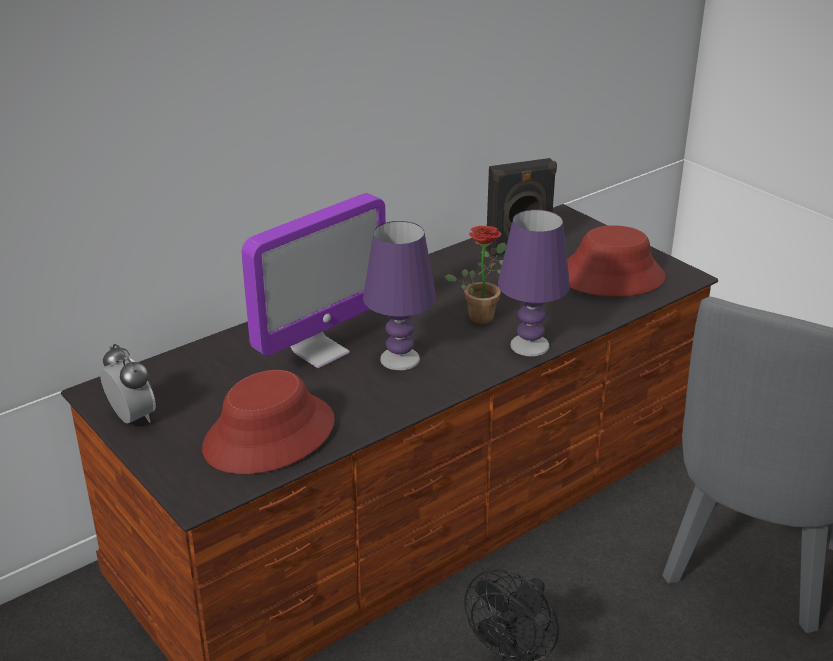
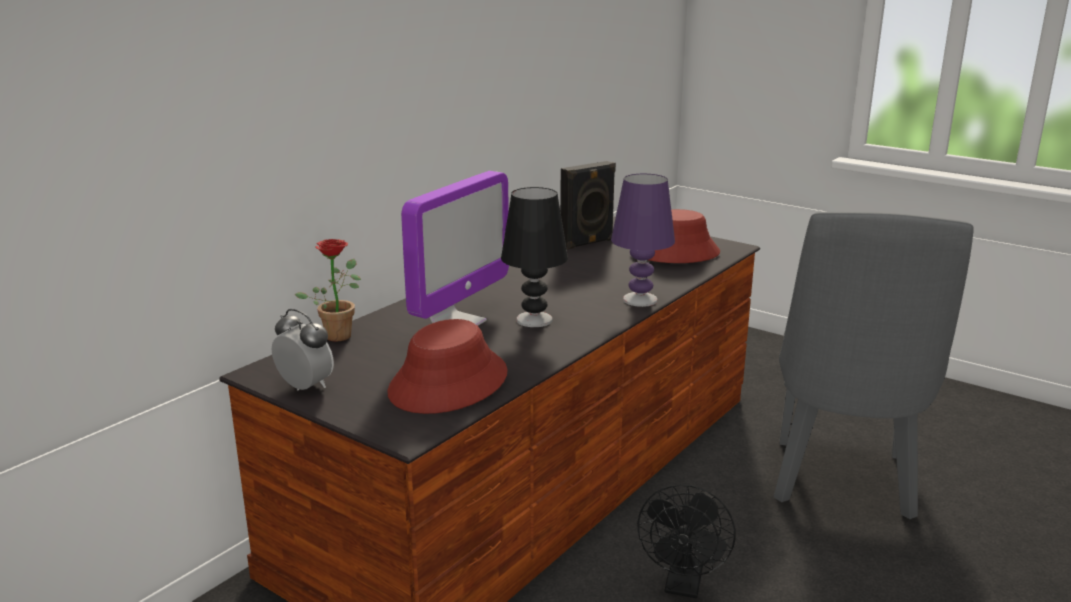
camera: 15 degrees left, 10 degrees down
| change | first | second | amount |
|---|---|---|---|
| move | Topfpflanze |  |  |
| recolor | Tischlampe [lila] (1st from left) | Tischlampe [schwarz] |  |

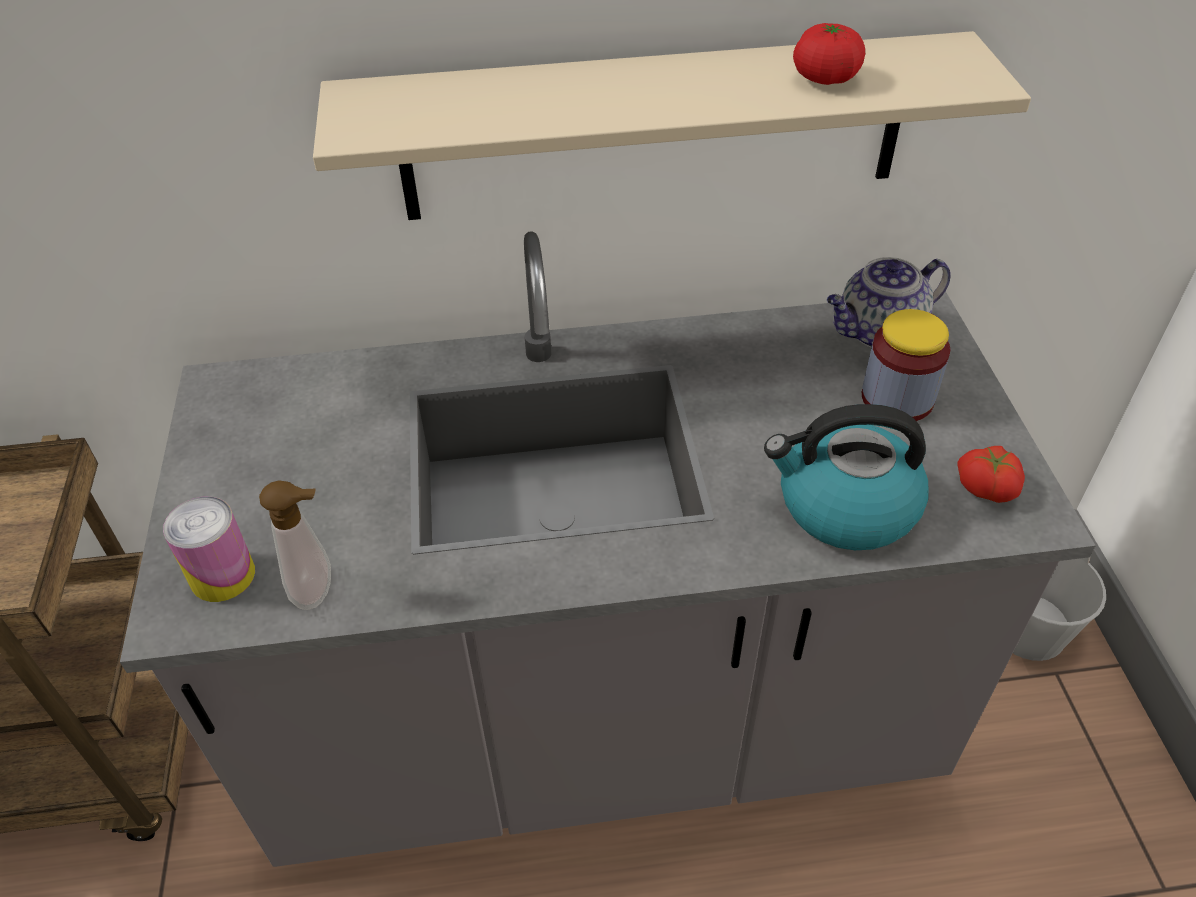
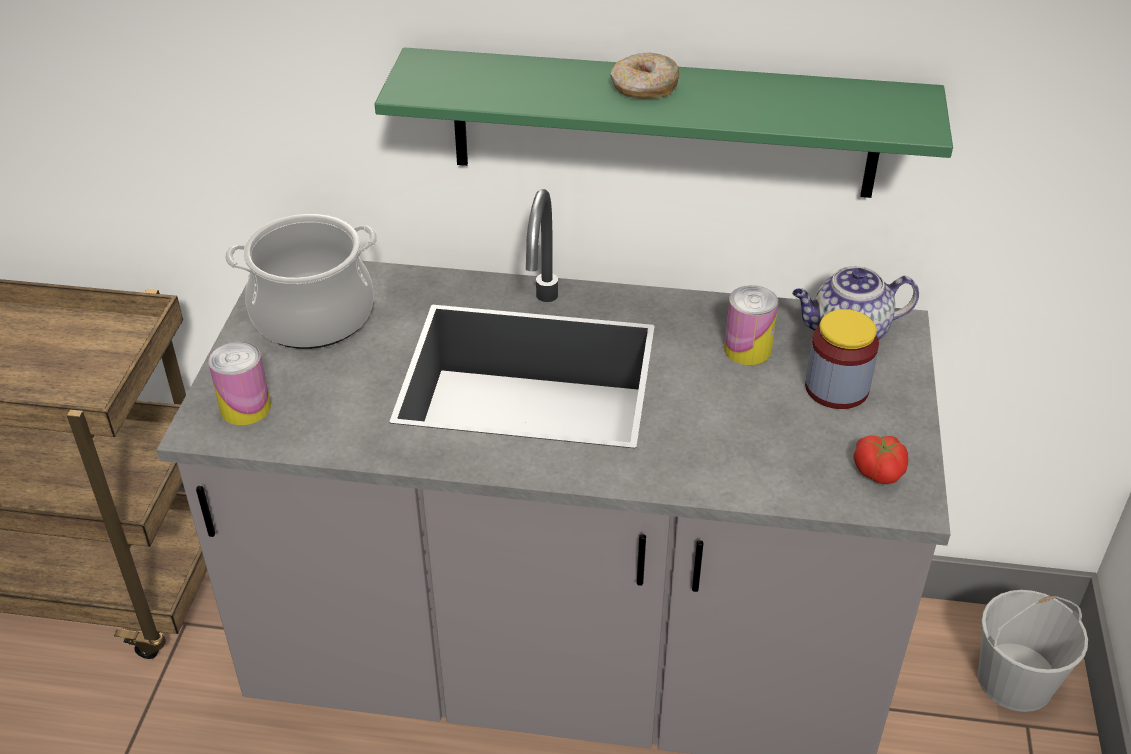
camera: 15 degrees right, 5 degrees down
| change | first | second | amount |
|---|---|---|---|
| insert |  | Kochtopf |  |
| recolor | Wandregal [beige] | Wandregal [grün] |  |
| insert |  | Donut |  |
| insert |  | Dose (2nd from left) |  |
| delete | Seifenspender |  |  |
| delete | Wasserkessel |  |  |
| delete | Tomate (1st from left) |  |  |

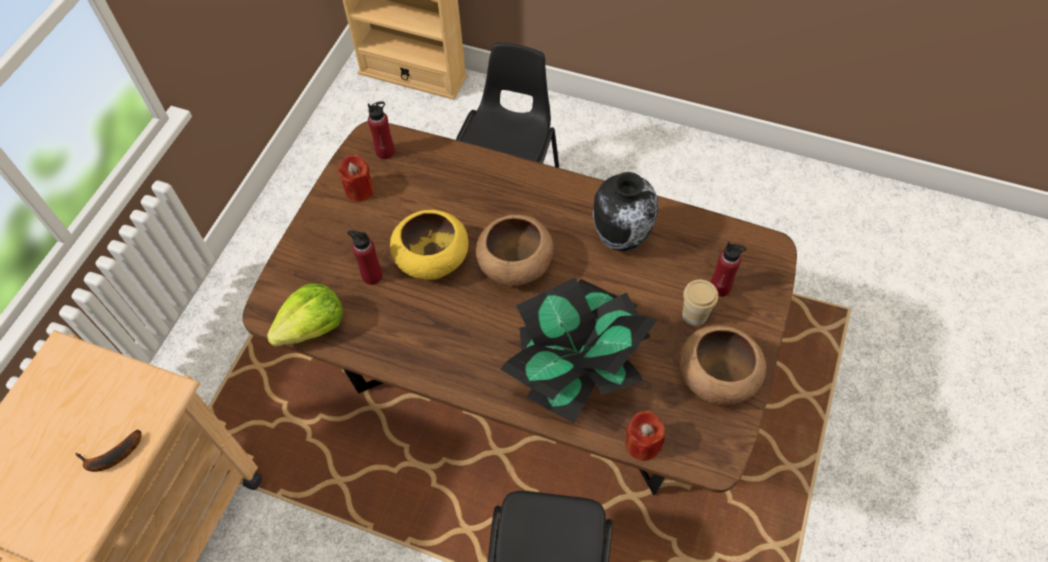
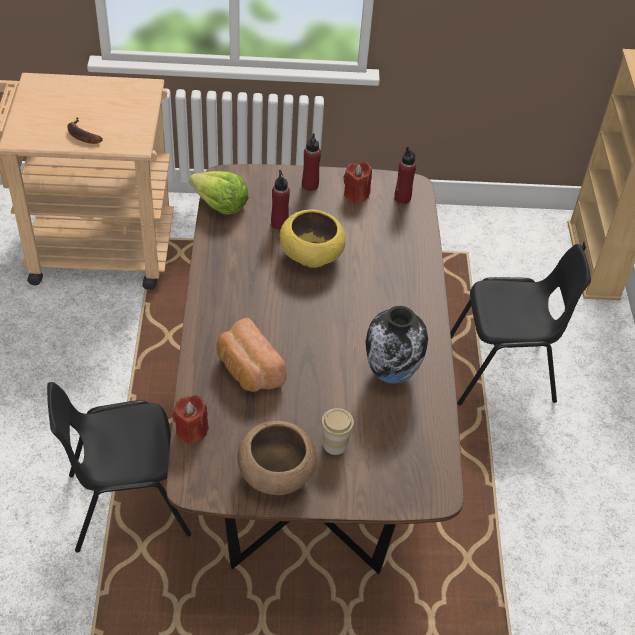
camera: 65 degrees right, 10 degrees down
| change | first | second | amount |
|---|---|---|---|
| replace | Topfpflanze | Brot |  |
| move | Flasche [rot] (3rd from left in the first image) | Flasche [rot] (2nd from left) |  |
| delete | Schüssel [braun] (1st from left) |  |  |

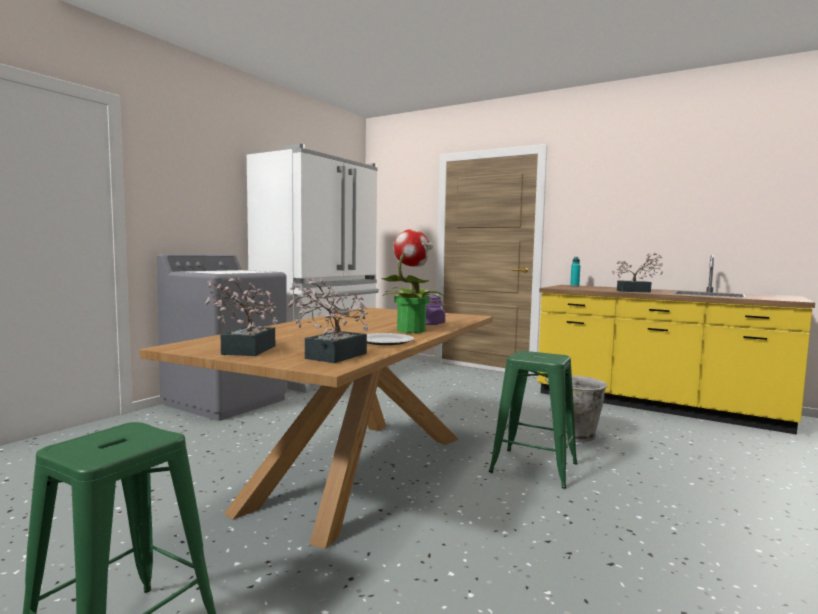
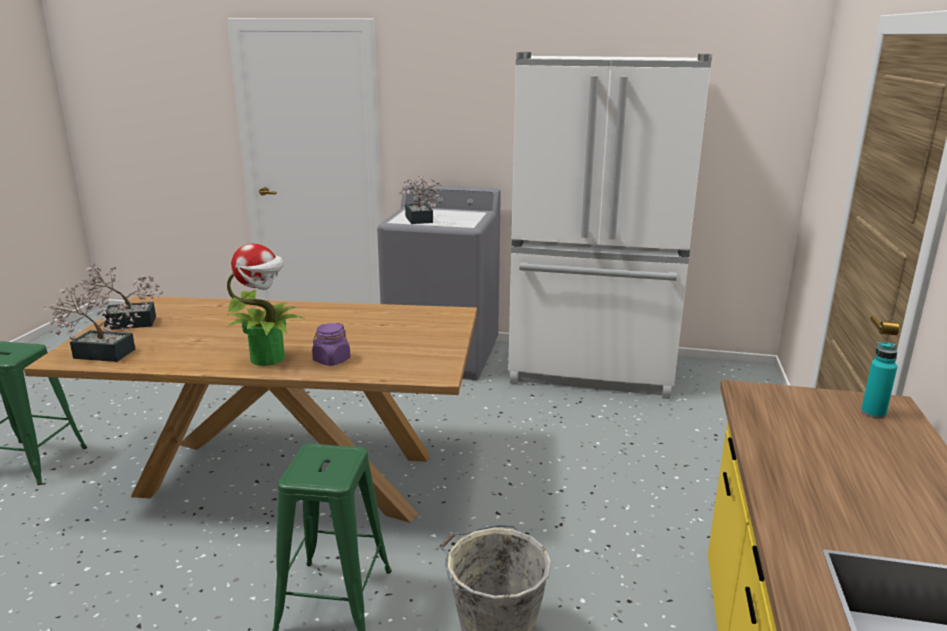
camera: 70 degrees right, 15 degrees up
| change | first | second | amount |
|---|---|---|---|
| move | Topfpflanze (4th from left) |  |  |
| delete | Teller |  |  |

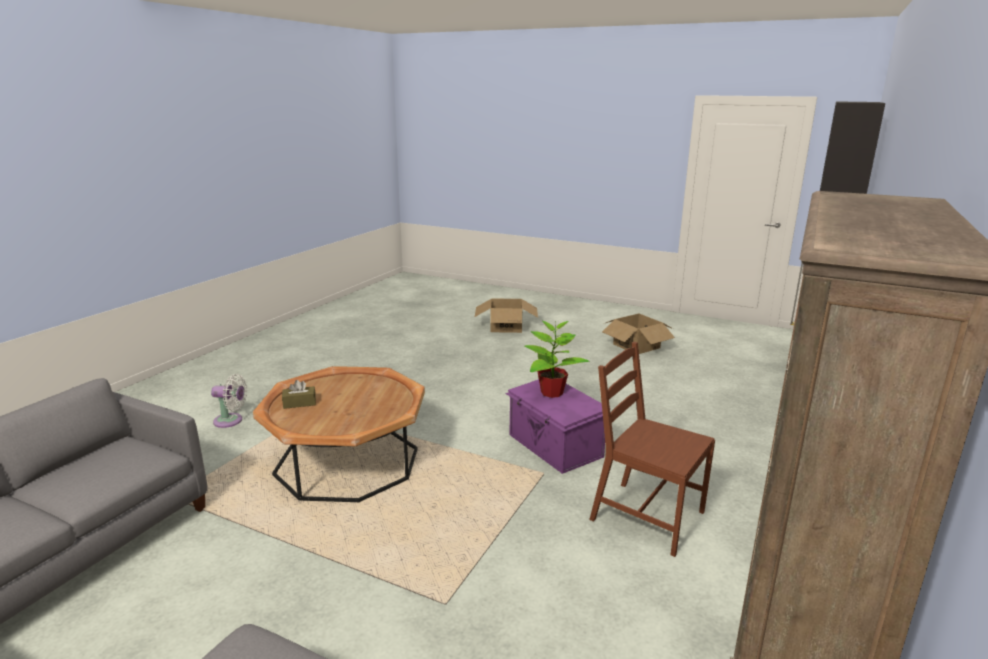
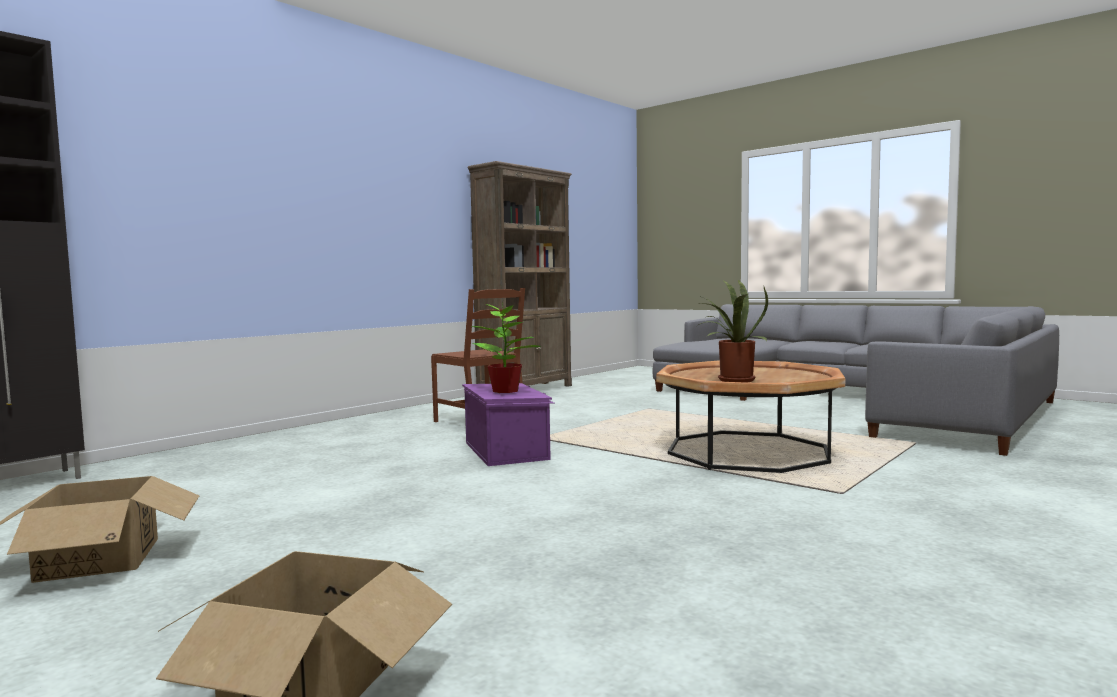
camera: 165 degrees left, 15 degrees down
| change | first | second | amount |
|---|---|---|---|
| insert |  | Topfpflanze (2nd from left) |  |
| delete | Ventilator [weiß] |  |  |
| delete | Taschentuchbox [braun] |  |  |

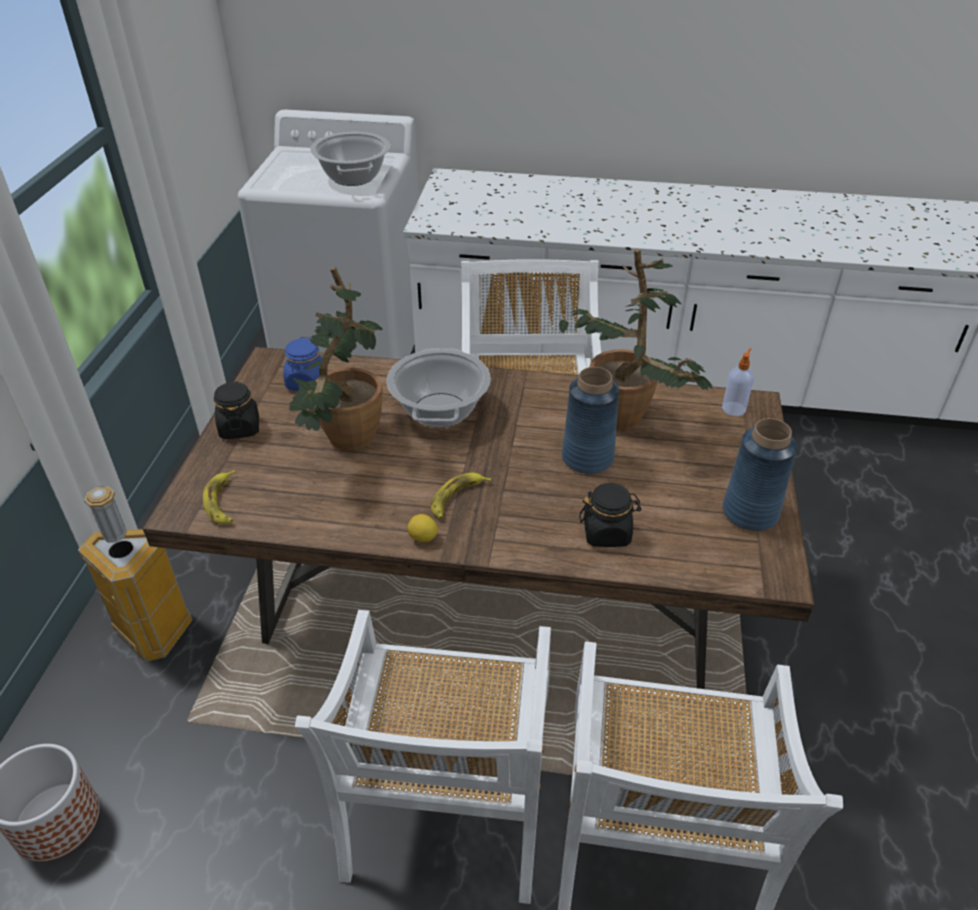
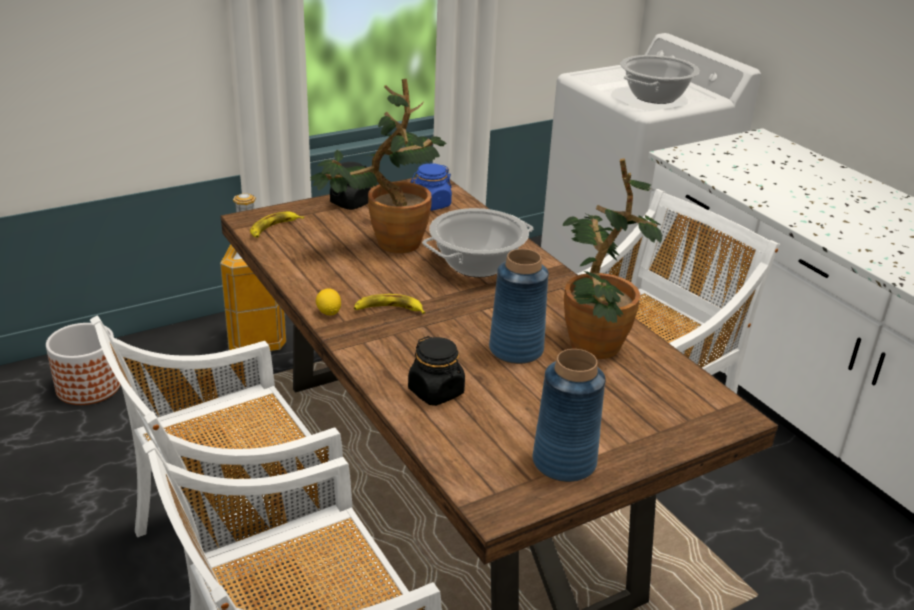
camera: 50 degrees right, 10 degrees down
| change | first | second | amount |
|---|---|---|---|
| delete | Seifenspender |  |  |

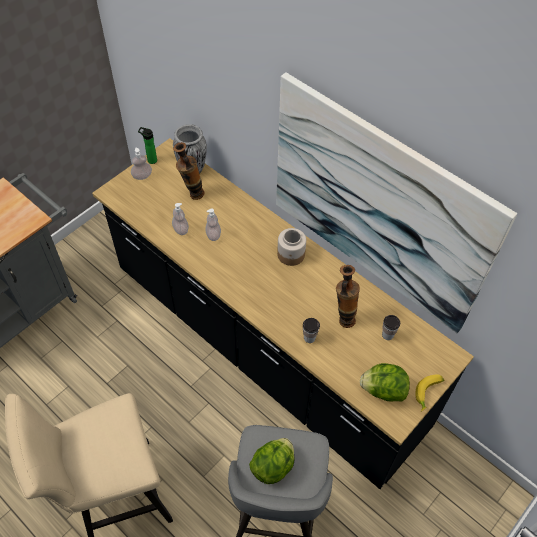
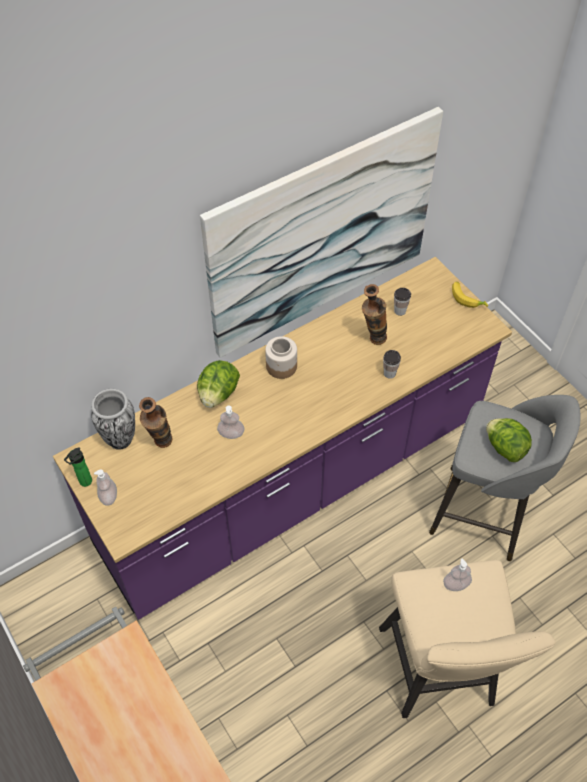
camera: 75 degrees left, 0 degrees up
| change | first | second | amount |
|---|---|---|---|
| recolor | Küchenzeile [schwarz] | Küchenzeile [lila] |  |
| move | Salatkopf (2nd from left in the first image) | Salatkopf (1st from left) |  |
| move | Seifenspender (2nd from left in the first image) | Seifenspender (3rd from left) |  |

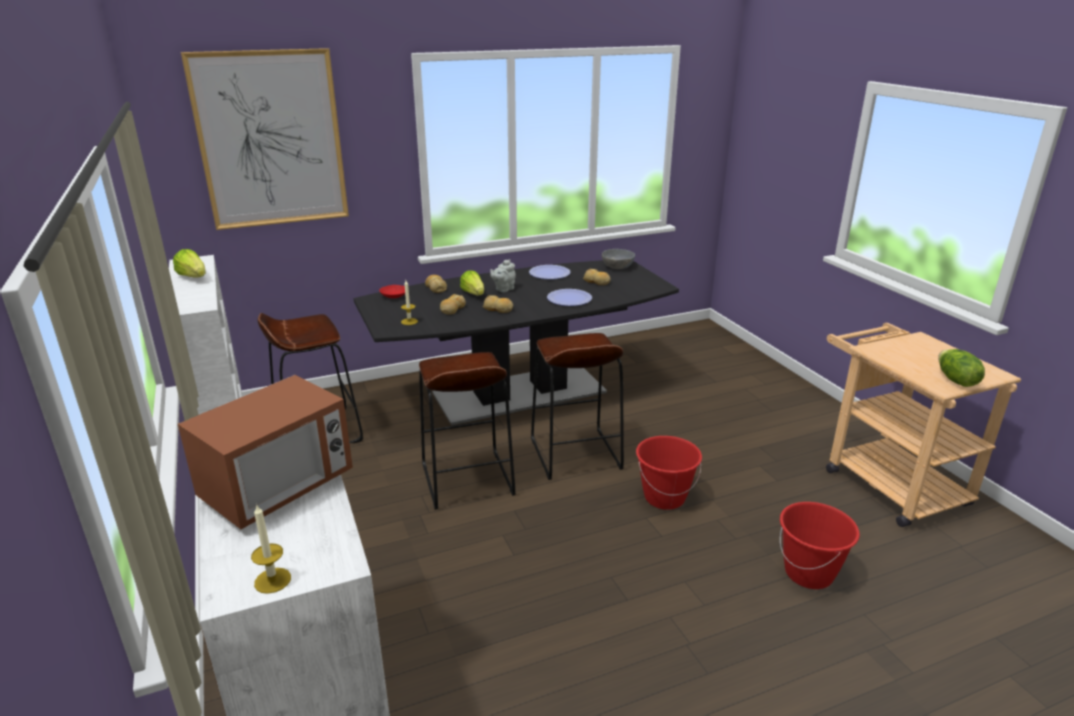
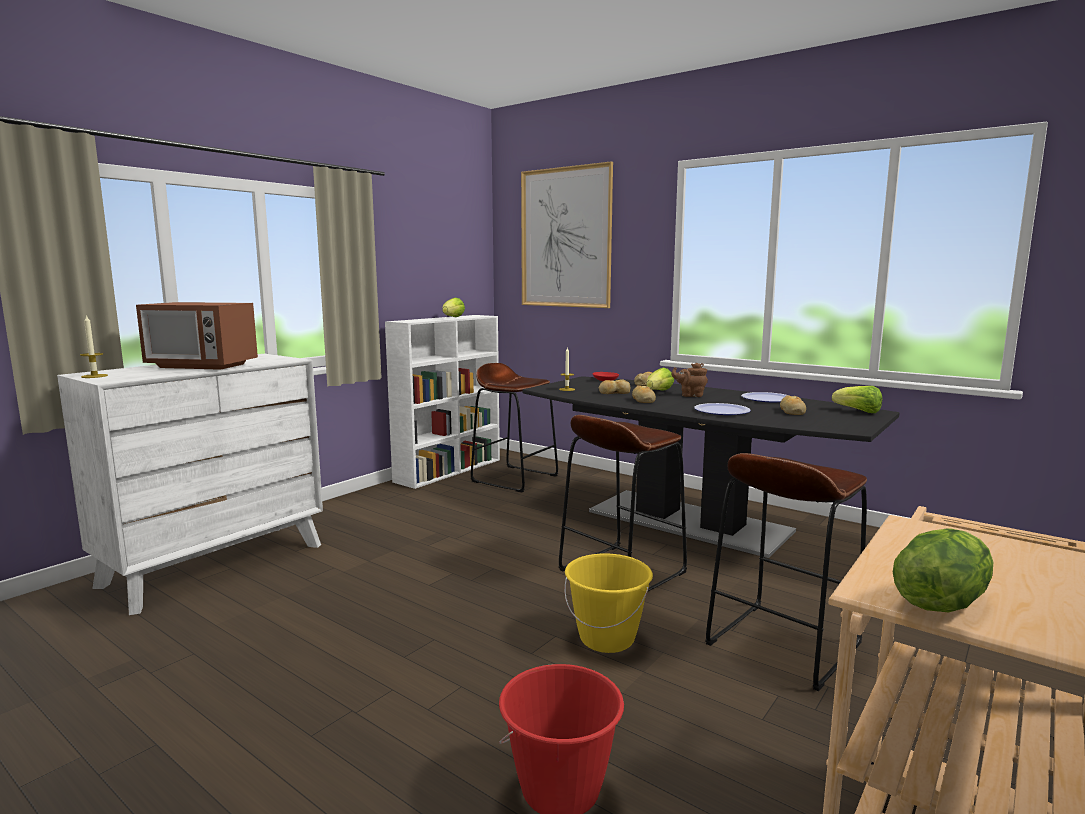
camera: 60 degrees right, 15 degrees down
| change | first | second | amount |
|---|---|---|---|
| recolor | Eimer [rot] (1st from left) | Eimer [gelb] |  |
| recolor | Teekanne [grau] | Teekanne [braun] |  |
| move | Hocker [braun] (2nd from left in the first image) | Hocker [braun] (3rd from left) |  |
| replace | Schüssel [grau] | Salatkopf (3rd from left) |  |

